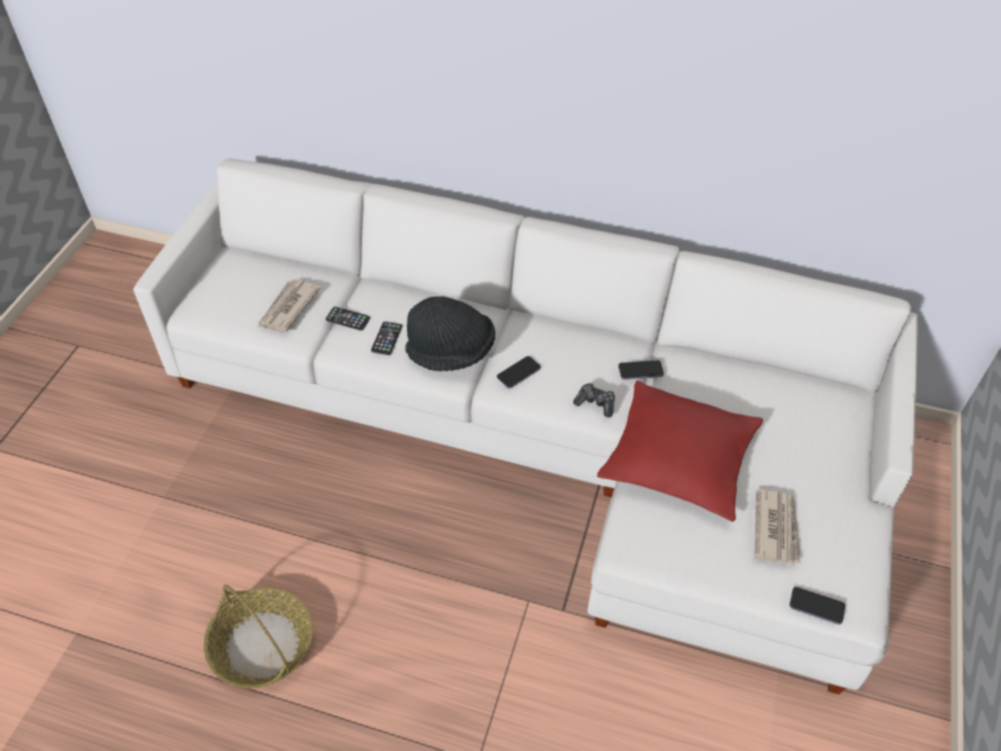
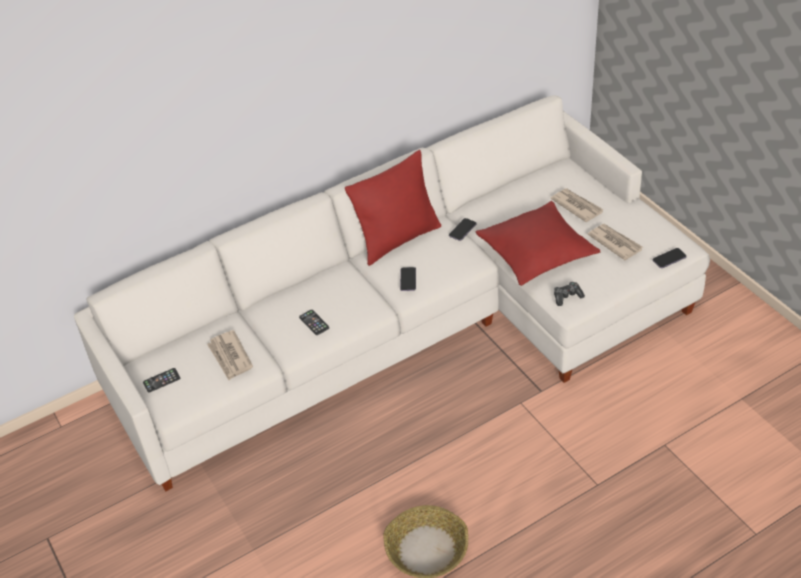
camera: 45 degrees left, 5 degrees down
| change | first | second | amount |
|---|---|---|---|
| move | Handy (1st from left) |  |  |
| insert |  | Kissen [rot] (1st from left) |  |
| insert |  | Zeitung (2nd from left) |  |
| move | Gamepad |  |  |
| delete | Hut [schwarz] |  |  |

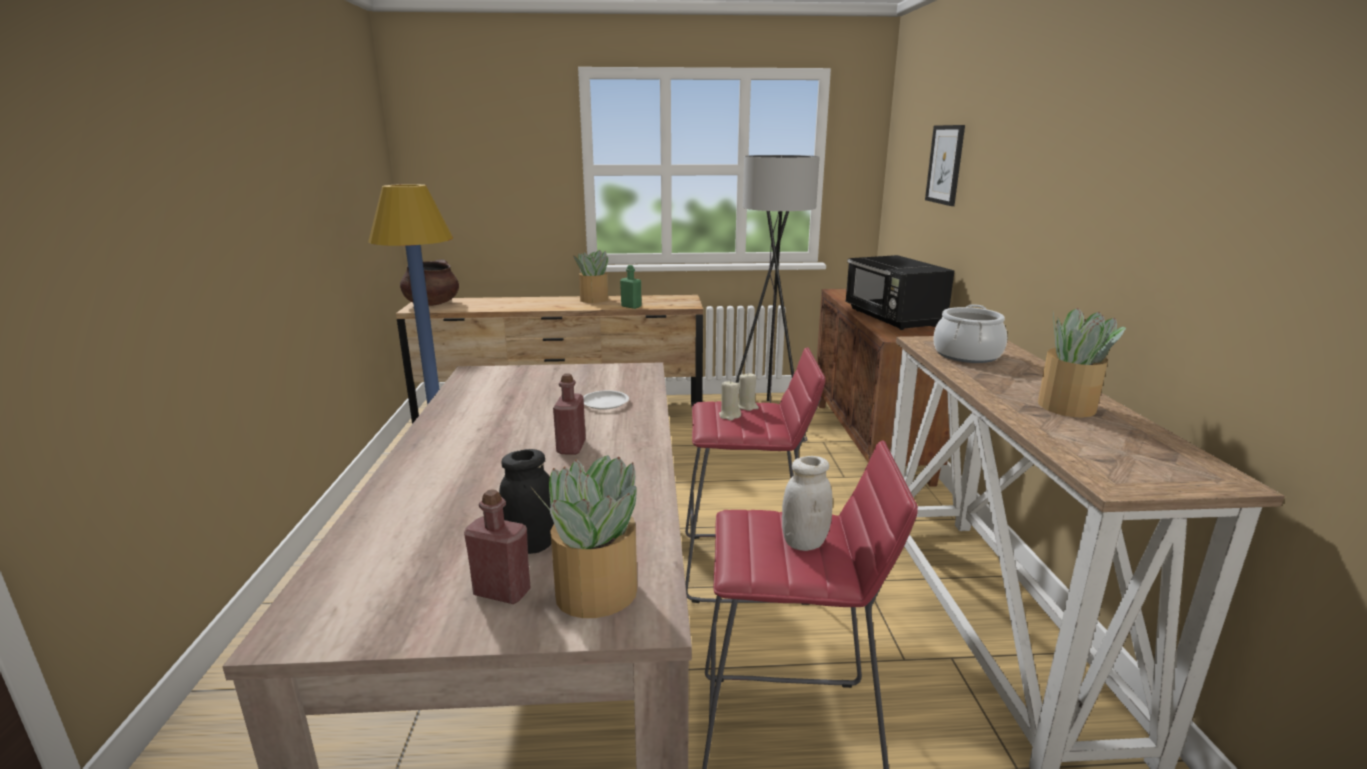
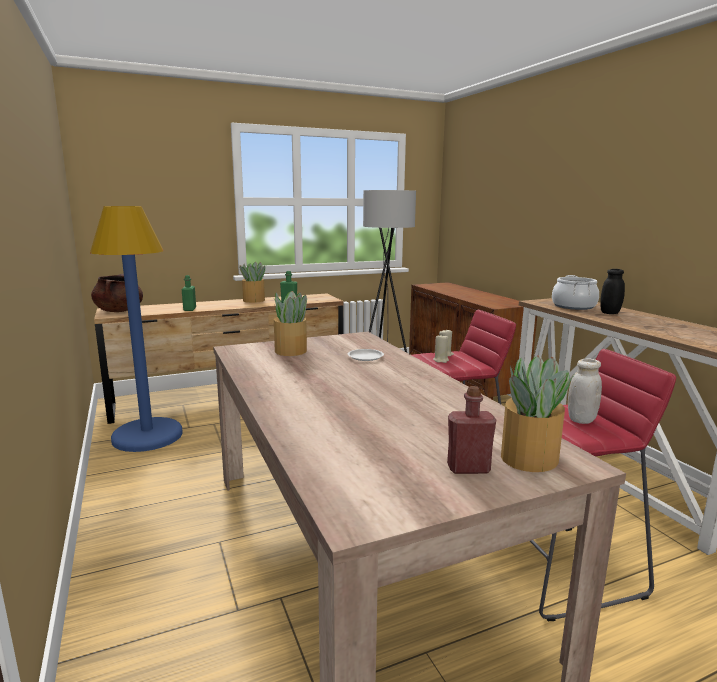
camera: 20 degrees left, 5 degrees down
| change | first | second | amount |
|---|---|---|---|
| insert |  | Flasche [grün] (1st from left) |  |
| move | Topfpflanze (3rd from left in the first image) | Topfpflanze (2nd from left) |  |
| move | Vorratsglas [schwarz] |  |  |
| delete | Flasche [rot] (2nd from left) |  |  |
| delete | Mikrowelle [schwarz] |  |  |
| delete | Bild |  |  |

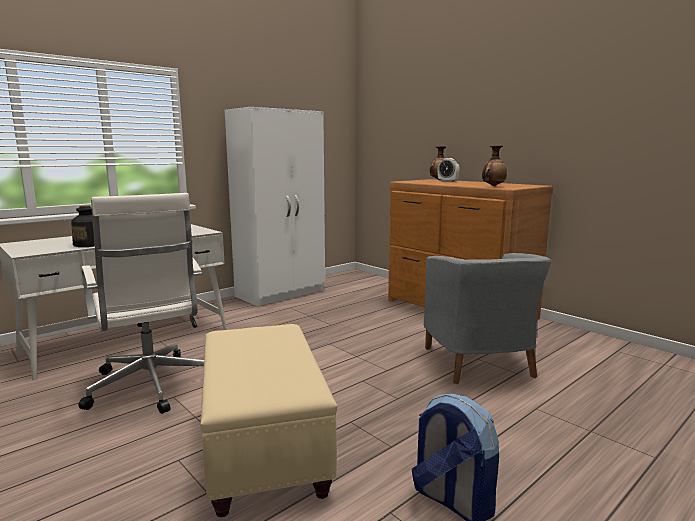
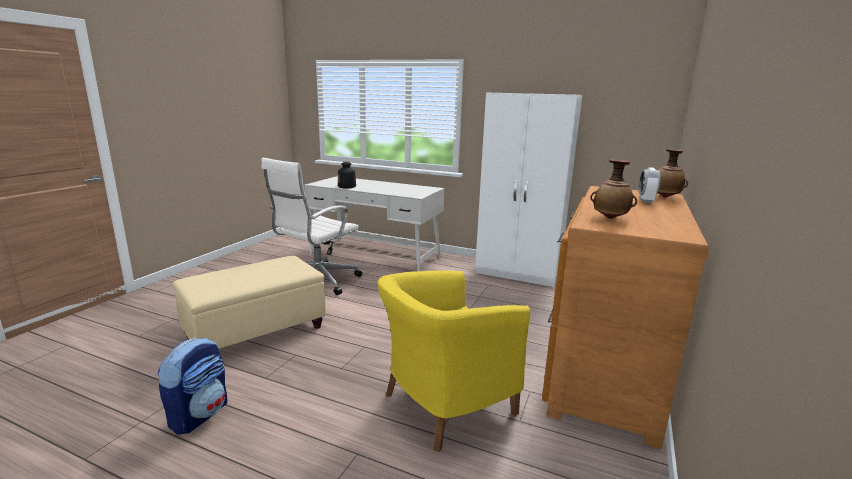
camera: 65 degrees right, 5 degrees up
| change | first | second | amount |
|---|---|---|---|
| recolor | Sessel [grau] | Sessel [gelb] |  |

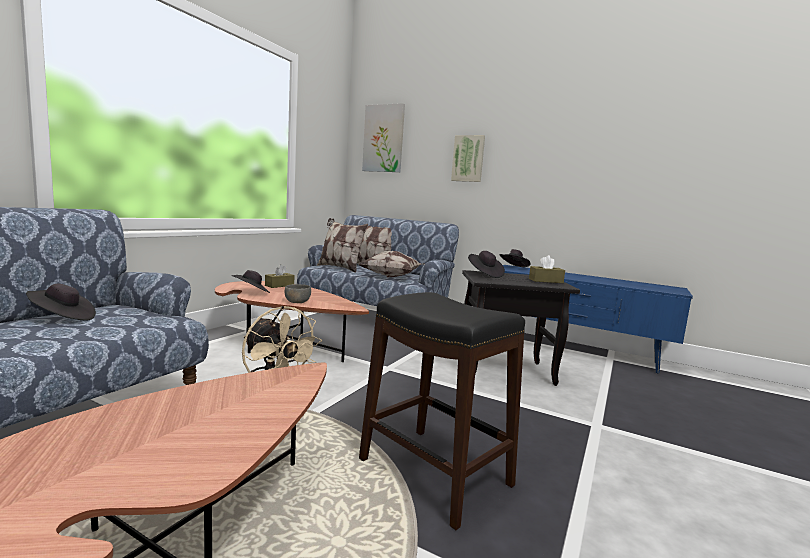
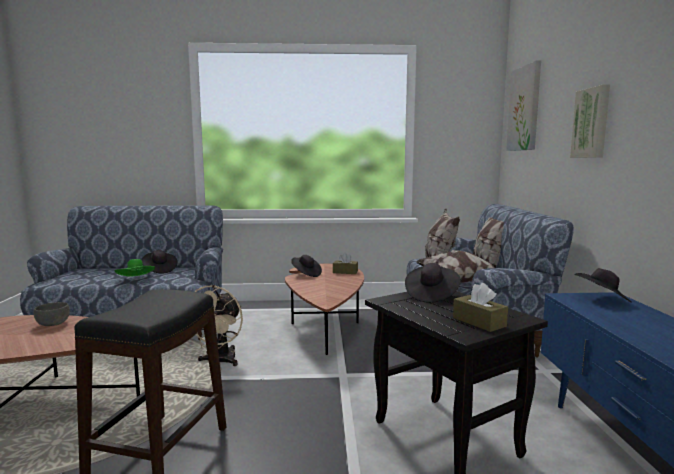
camera: 60 degrees right, 0 degrees up
| change | first | second | amount |
|---|---|---|---|
| move | Schüssel [grau] |  |  |
| insert |  | Hut [grün] |  |

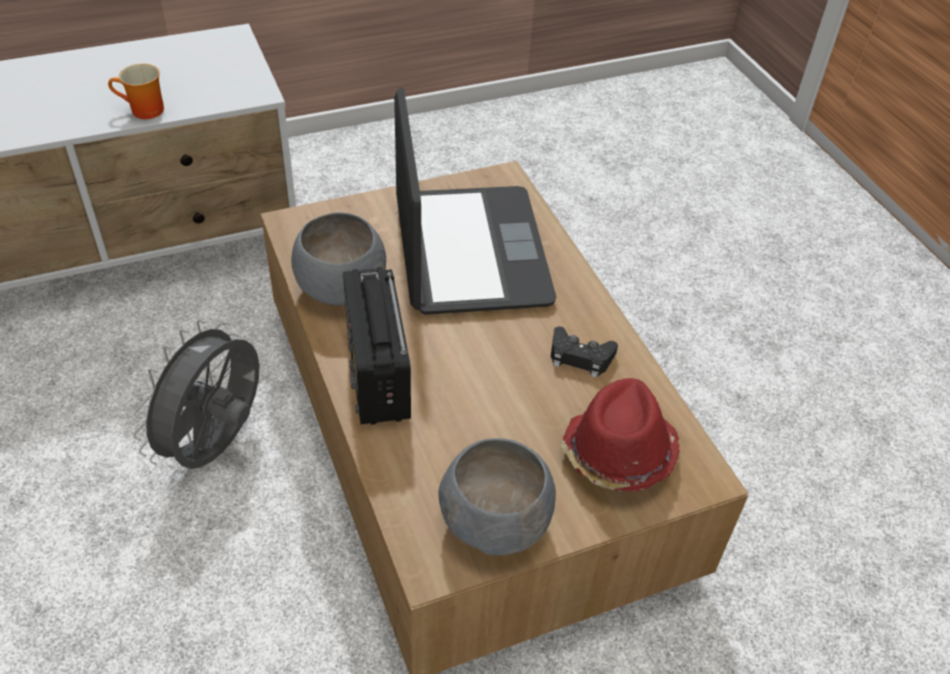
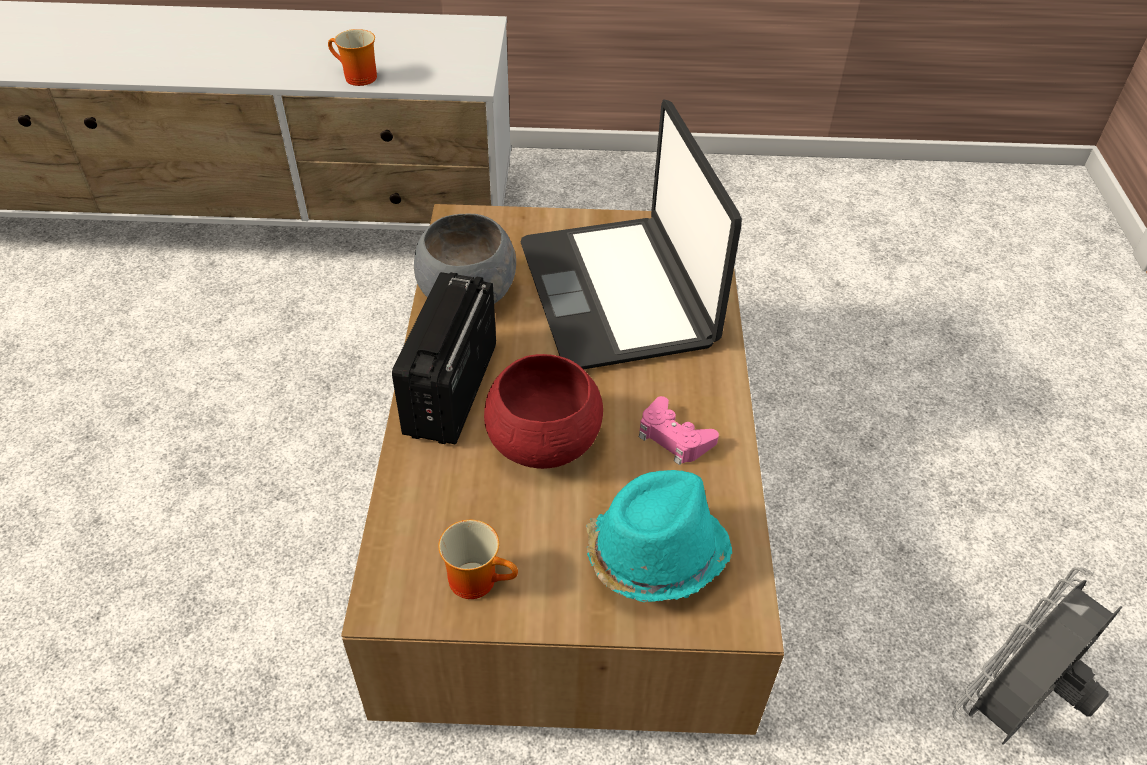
camera: 25 degrees right, 0 degrees up
| change | first | second | amount |
|---|---|---|---|
| replace | Schüssel [grau] (2nd from left) | Henkelbecher (2nd from left) |  |
| insert |  | Schüssel [rot] |  |
| rotate | Laptop |  | 150 degrees clockwise |
| recolor | Hut [rot] | Hut [türkis] |  |
| recolor | Gamepad [schwarz] | Gamepad [rosa] |  |
| move | Ventilator [grau] |  |  |

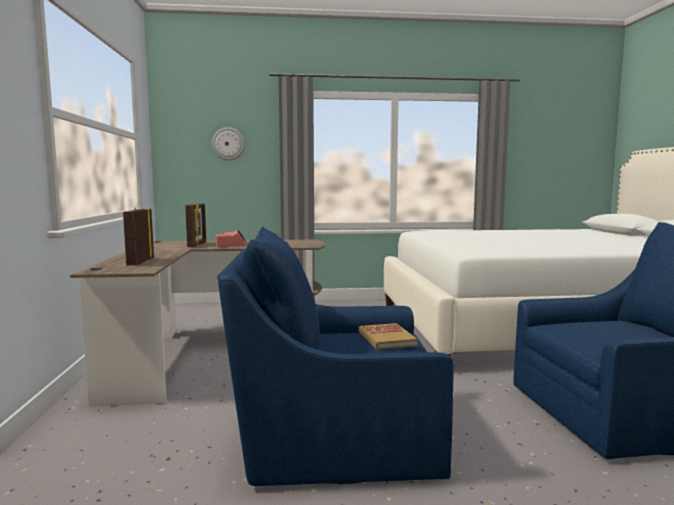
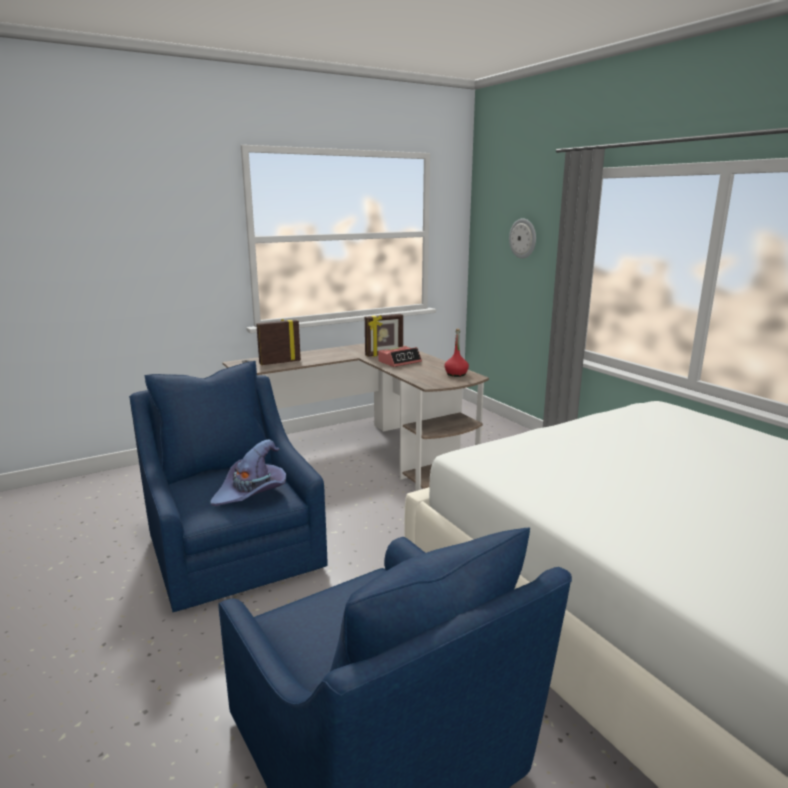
camera: 65 degrees right, 10 degrees up
| change | first | second | amount |
|---|---|---|---|
| replace | Buch | Hut [lila] |  |
| insert |  | Flasche [rot] |  |

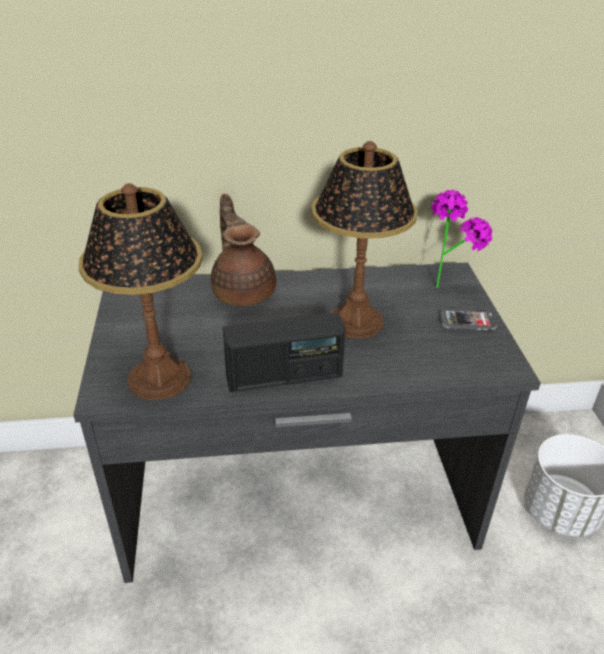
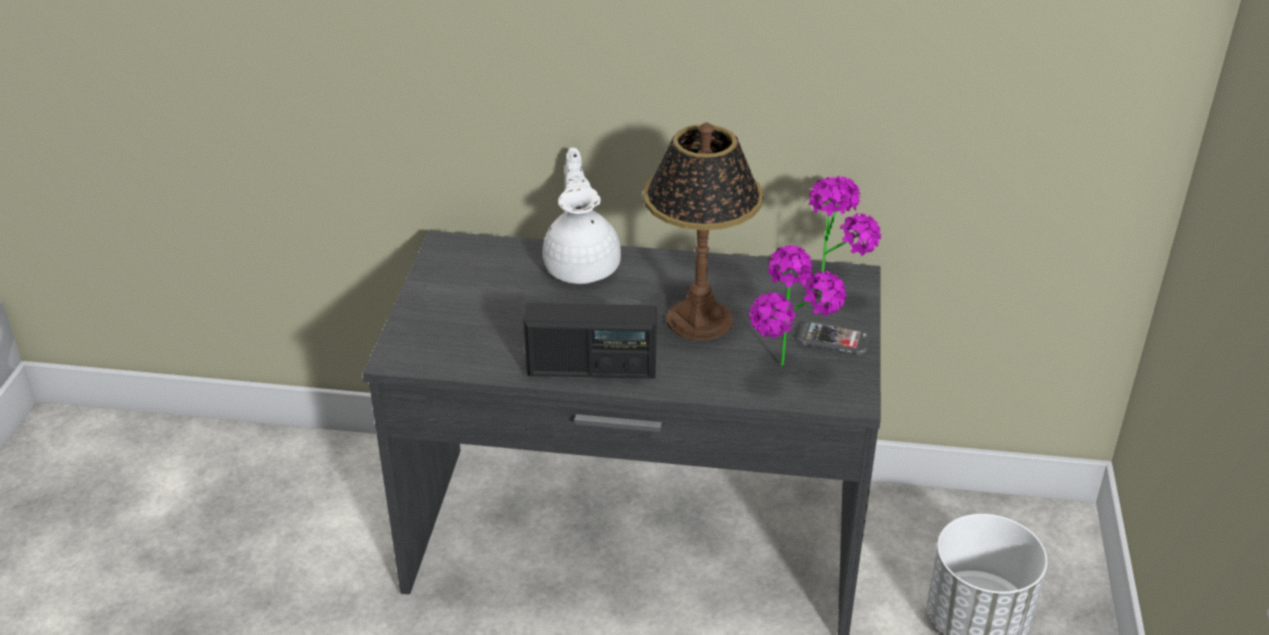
camera: 15 degrees right, 0 degrees up
| change | first | second | amount |
|---|---|---|---|
| recolor | Teekanne [braun] | Teekanne [weiß] |  |
| insert |  | Topfpflanze (1st from left) |  |
| delete | Tischlampe (1st from left) |  |  |

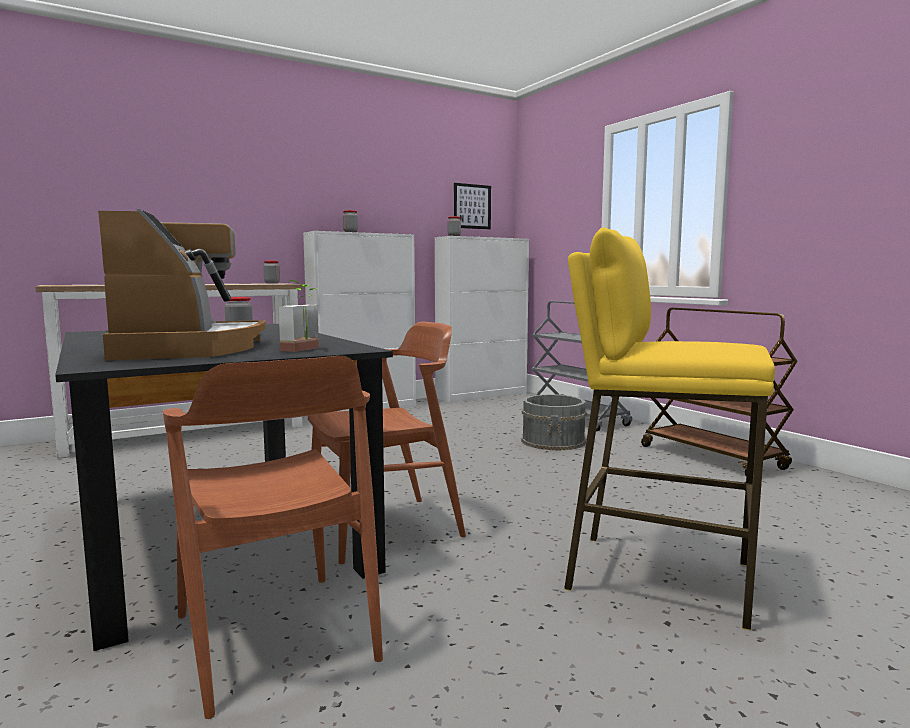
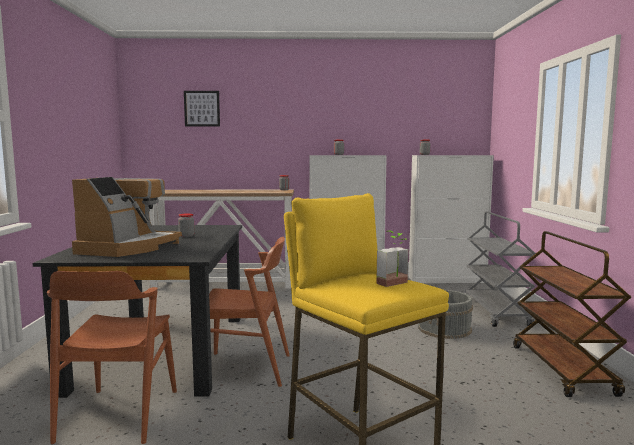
camera: 30 degrees right, 0 degrees up
| change | first | second | amount |
|---|---|---|---|
| move | Bild |  |  |
| move | Topfpflanze |  |  |

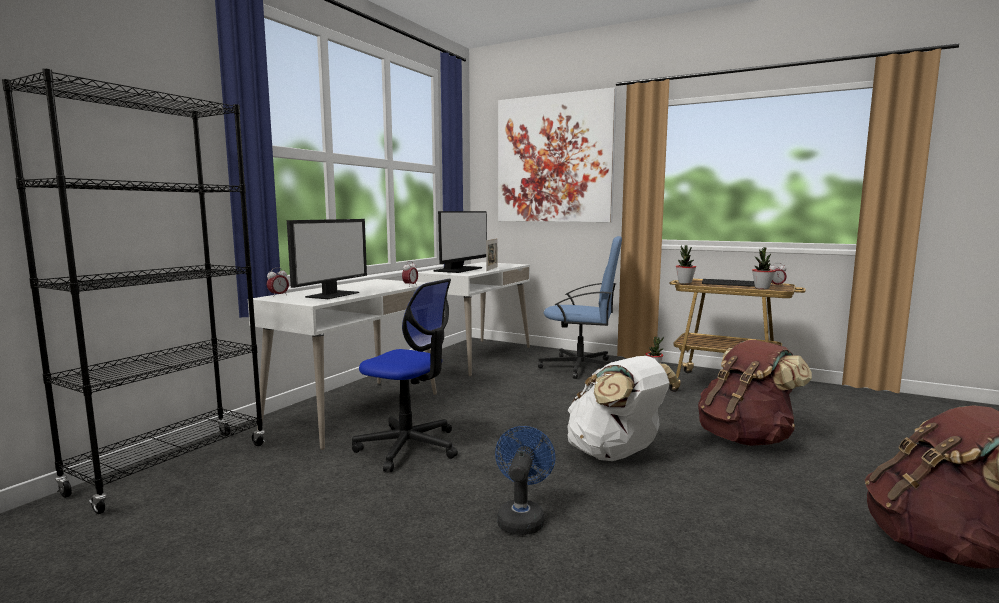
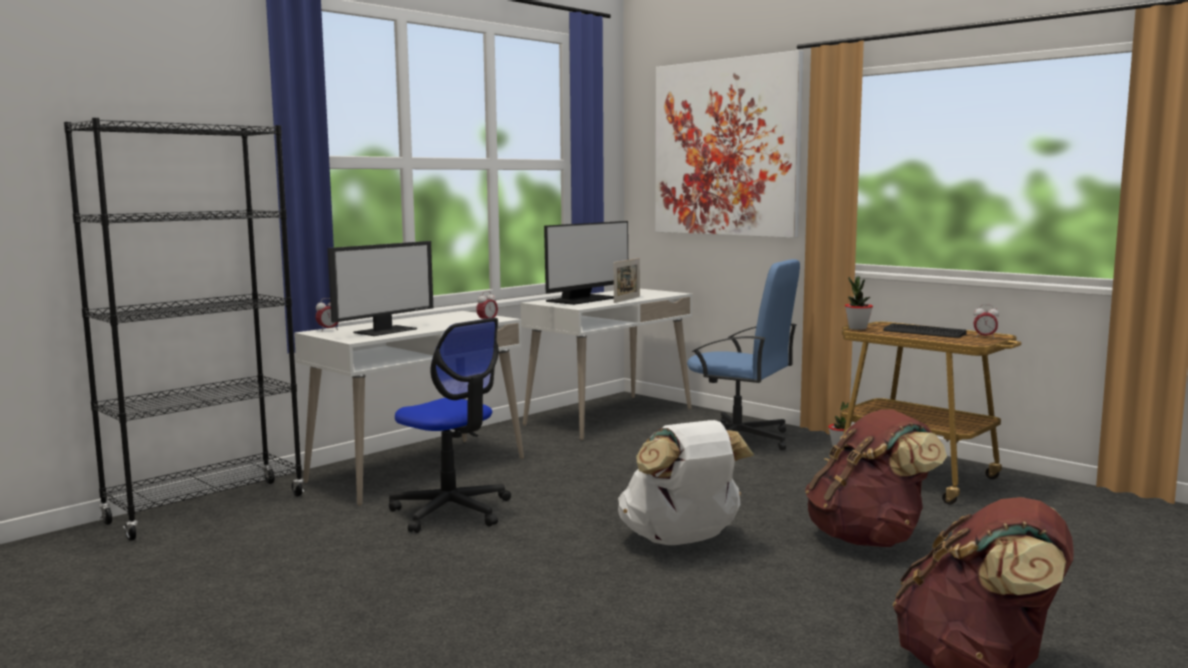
camera: 15 degrees right, 0 degrees up
| change | first | second | amount |
|---|---|---|---|
| delete | Ventilator [blau] |  |  |
| delete | Topfpflanze (3rd from left) |  |  |

